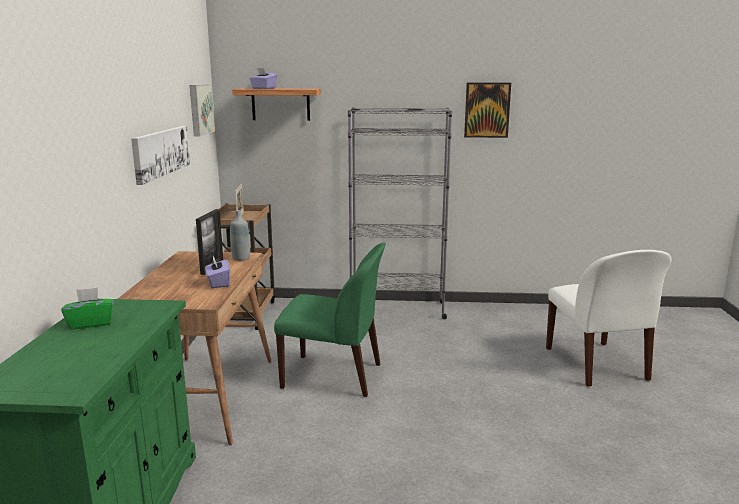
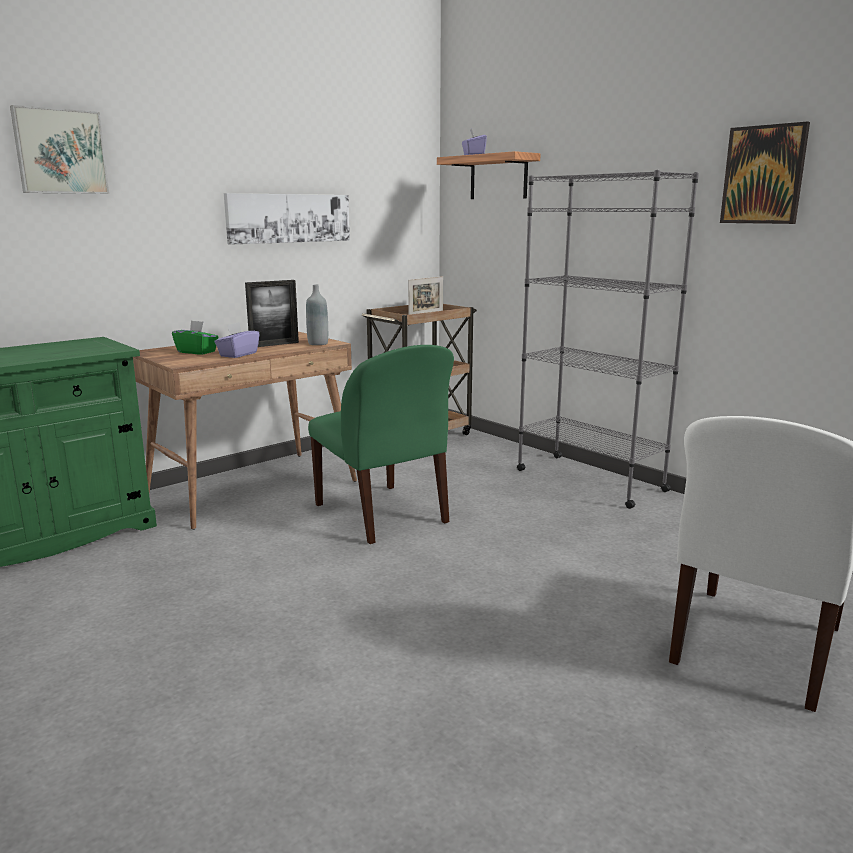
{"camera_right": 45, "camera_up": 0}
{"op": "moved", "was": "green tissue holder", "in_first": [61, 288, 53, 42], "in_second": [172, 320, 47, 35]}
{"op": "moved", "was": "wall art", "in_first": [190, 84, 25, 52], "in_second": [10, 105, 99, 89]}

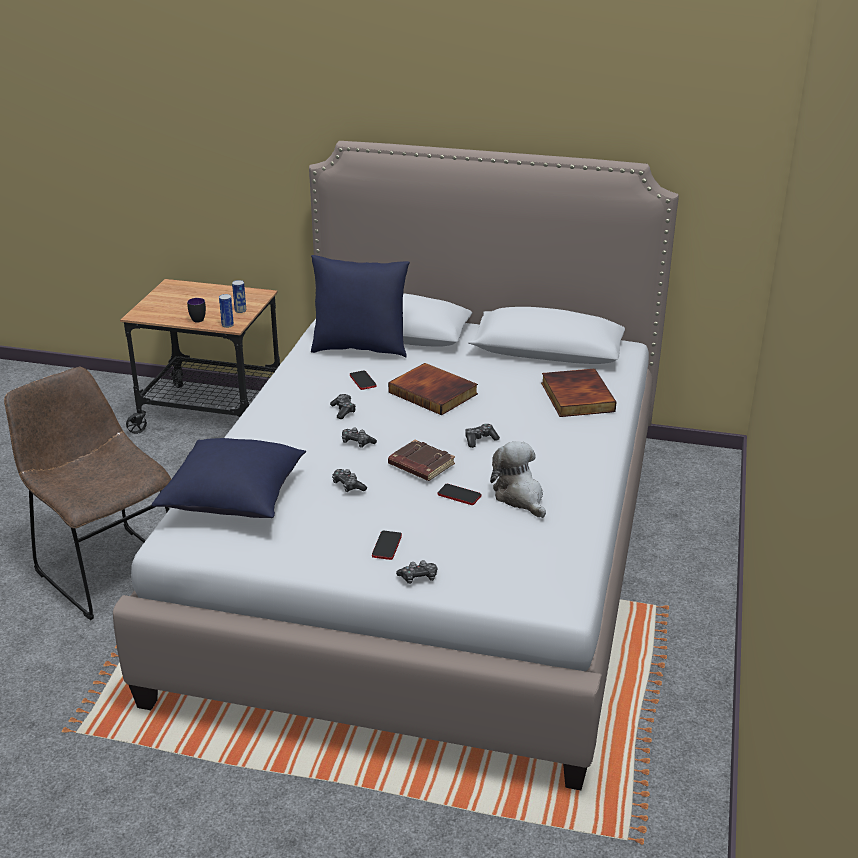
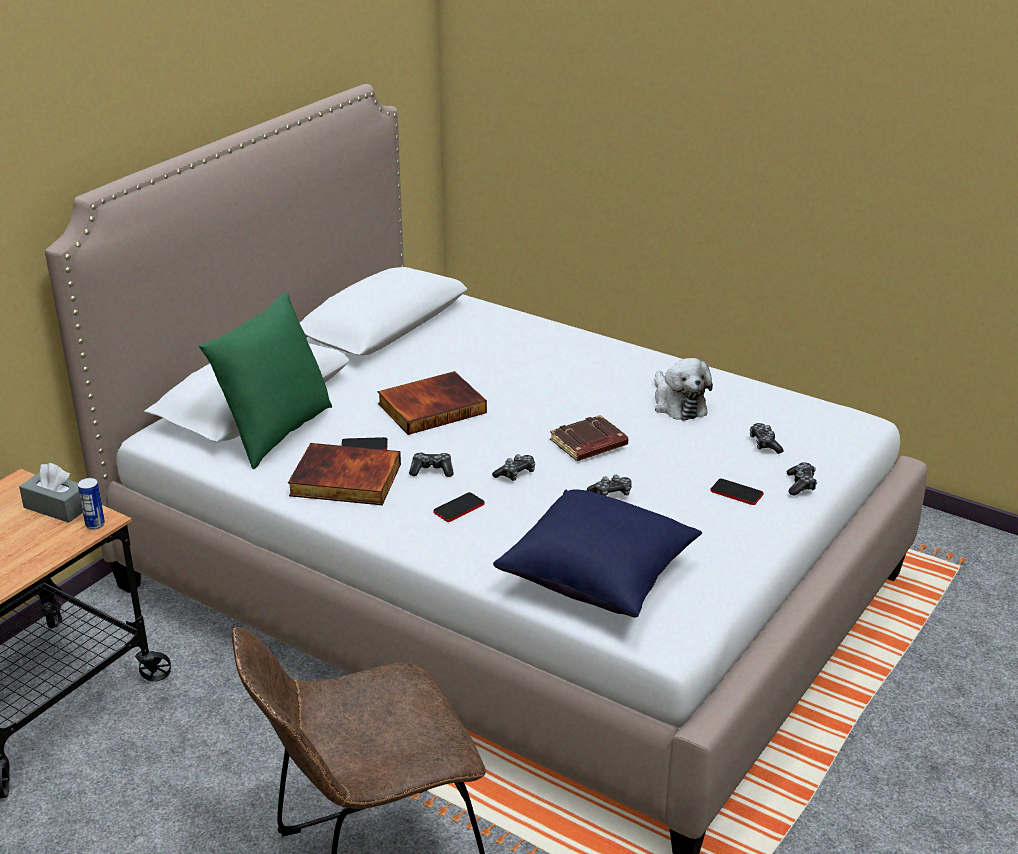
{"camera_right": -70, "camera_up": 0}
{"op": "removed", "was": "mug", "in_first": [187, 298, 19, 25]}
{"op": "moved", "was": "telephone", "in_first": [438, 484, 43, 21], "in_second": [433, 492, 52, 30]}
{"op": "moved", "was": "gamepad", "in_first": [465, 424, 35, 24], "in_second": [750, 423, 34, 31]}
{"op": "moved", "was": "volume", "in_first": [541, 369, 75, 48], "in_second": [288, 443, 113, 62]}
{"op": "replaced", "was": "metal can", "now": "grey tissue holder", "in_first": [232, 280, 14, 33], "in_second": [19, 463, 64, 60]}
{"op": "recoloured", "was": "blue-coloured pillow", "now": "green pillow", "in_first": [311, 255, 99, 102], "in_second": [199, 293, 133, 176]}
{"op": "turned", "was": "cuddly toy", "in_first": [490, 441, 56, 77], "in_second": [655, 358, 58, 63], "clockwise": -105}

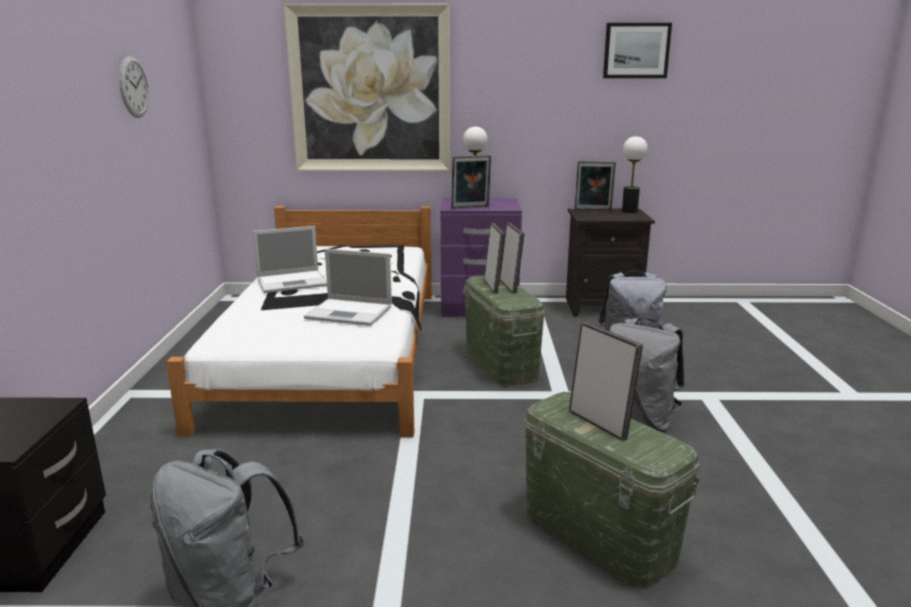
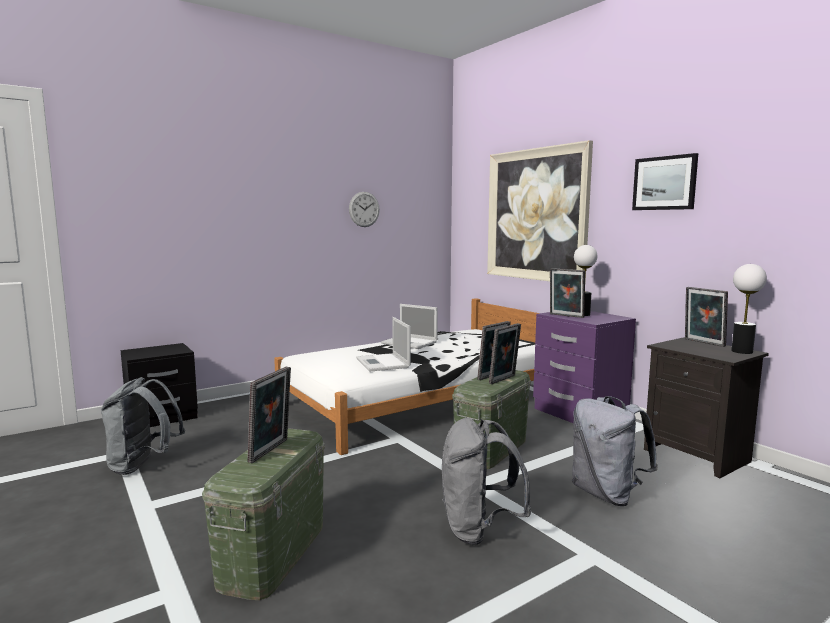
{"camera_right": 55, "camera_up": -10}
{"op": "moved", "was": "wall art", "in_first": [603, 23, 69, 55], "in_second": [632, 153, 66, 57]}

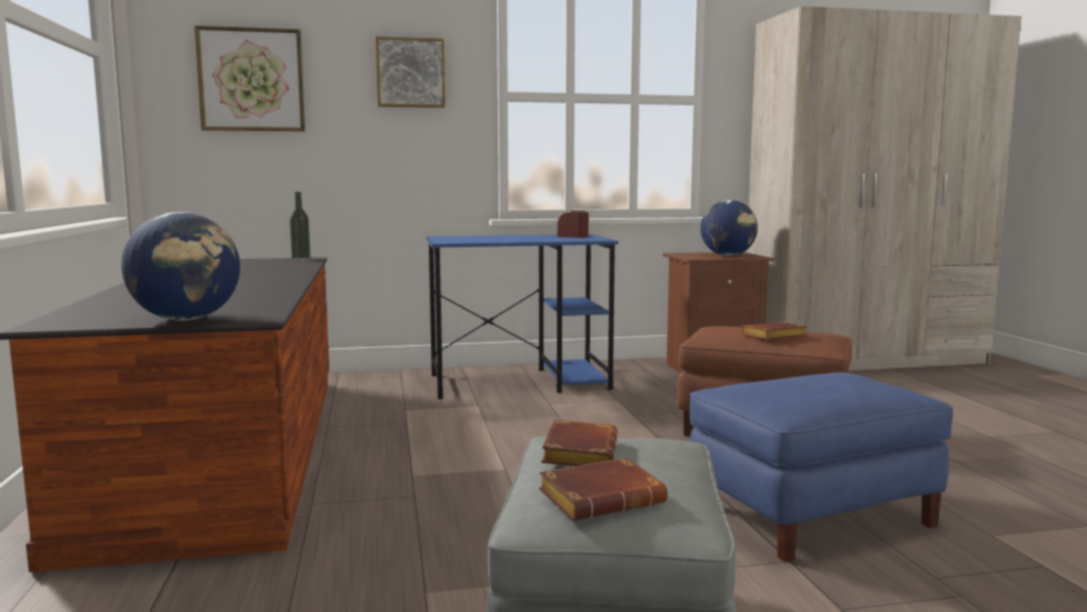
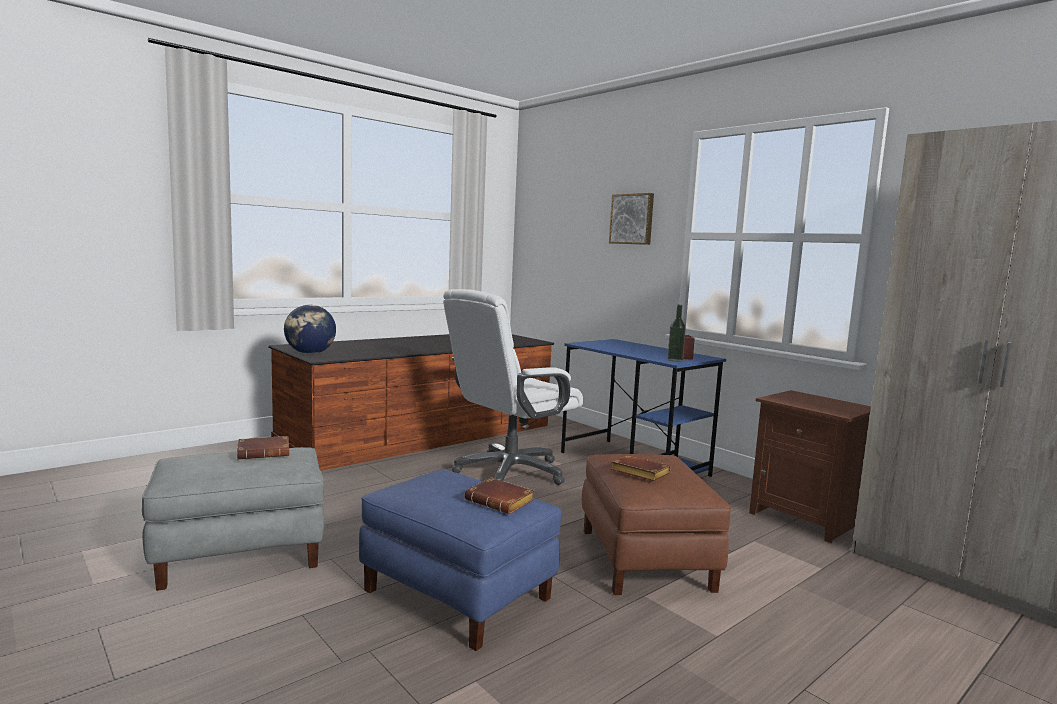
{"camera_right": 60, "camera_up": 0}
{"op": "removed", "was": "wall art", "in_first": [194, 26, 111, 106]}
{"op": "removed", "was": "globe", "in_first": [701, 200, 57, 56]}
{"op": "added", "now": "white-coloured computer chair", "in_second": [443, 289, 140, 196]}
{"op": "moved", "was": "beverage bottle", "in_first": [290, 192, 21, 68], "in_second": [667, 305, 19, 57]}
{"op": "moved", "was": "brown-coloured volume", "in_first": [539, 457, 128, 64], "in_second": [465, 478, 69, 36]}

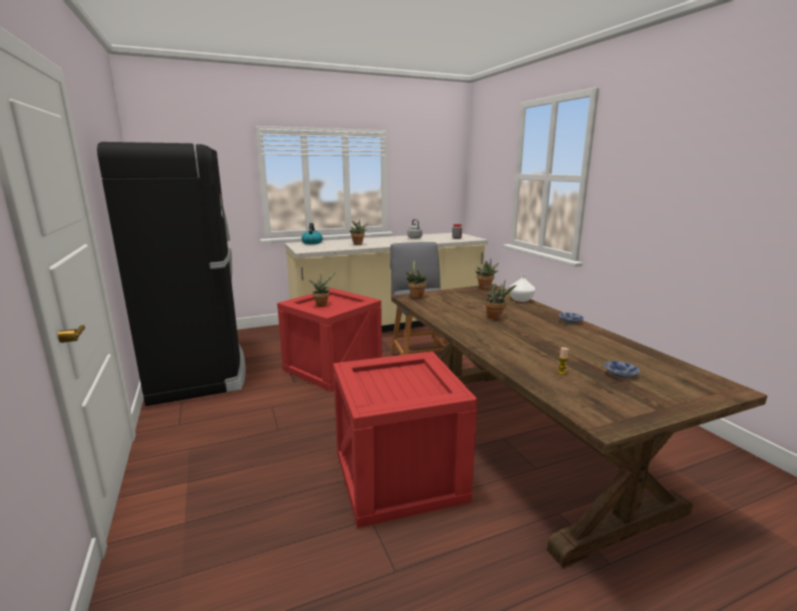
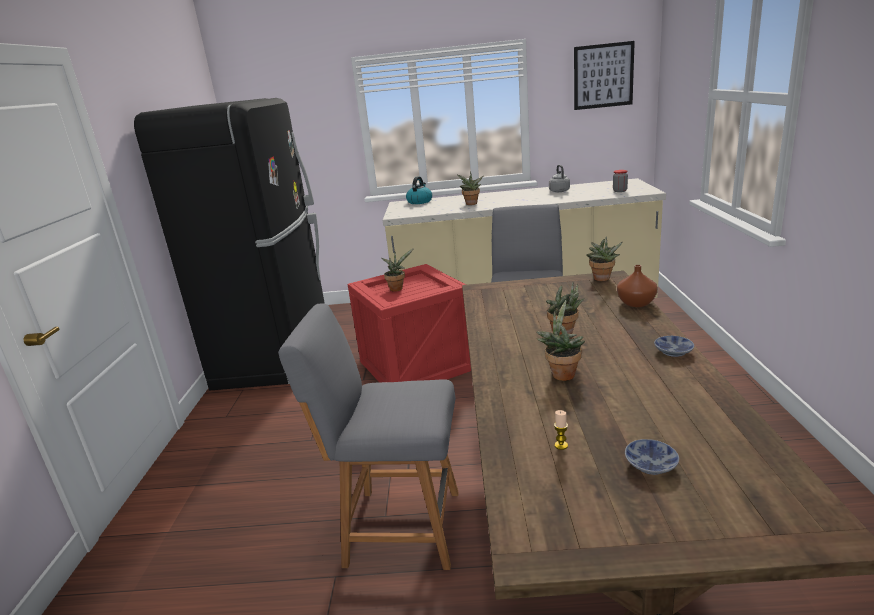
{"camera_right": 25, "camera_up": 5}
{"op": "added", "now": "wall art", "in_second": [574, 41, 61, 69]}
{"op": "moved", "was": "houseplant", "in_first": [404, 259, 23, 39], "in_second": [536, 300, 49, 81]}
{"op": "replaced", "was": "shipping crate", "now": "grey upright chair", "in_first": [333, 351, 145, 177], "in_second": [278, 303, 181, 267]}
{"op": "recoloured", "was": "white-coloured vase", "now": "brown-coloured vase", "in_first": [509, 274, 26, 28], "in_second": [617, 265, 41, 42]}

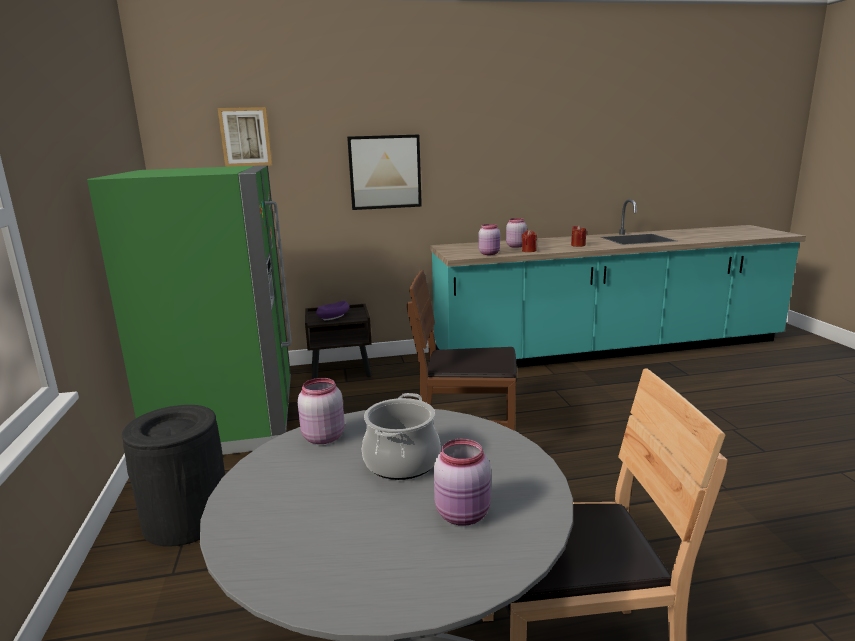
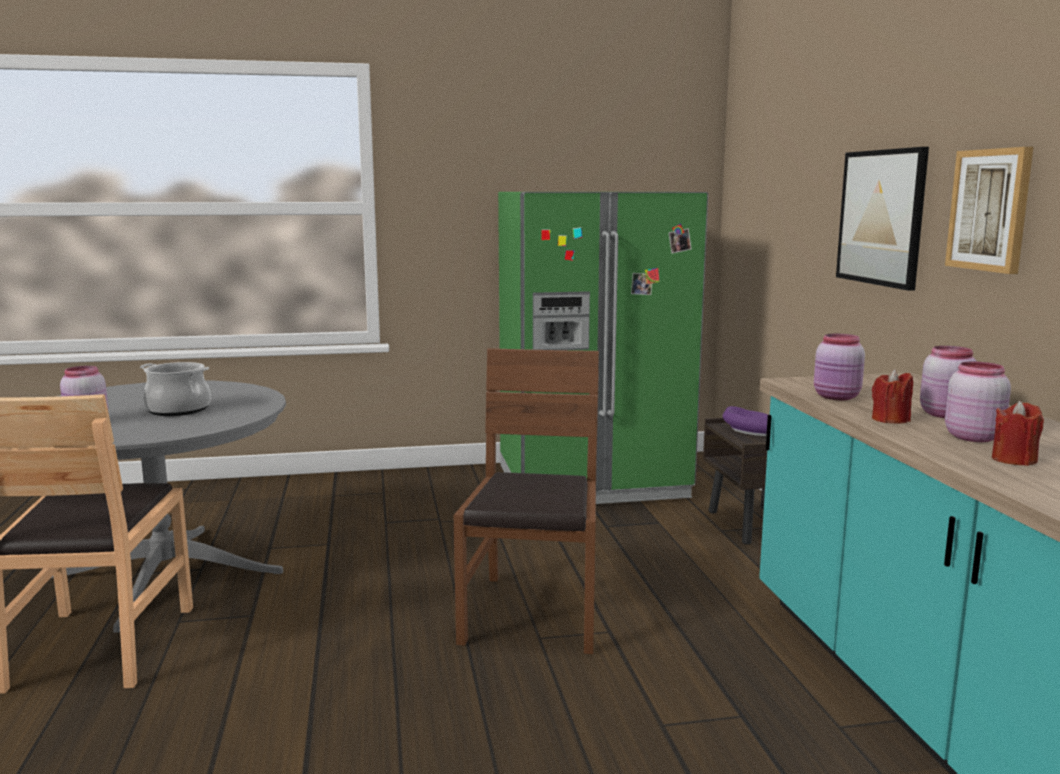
{"camera_right": 90, "camera_up": -5}
{"op": "removed", "was": "black rubbish bin", "in_first": [122, 405, 103, 142]}
{"op": "moved", "was": "wall art", "in_first": [218, 107, 54, 60], "in_second": [945, 147, 88, 127]}
{"op": "moved", "was": "pinkish storage jar", "in_first": [298, 378, 47, 66], "in_second": [945, 362, 66, 80]}

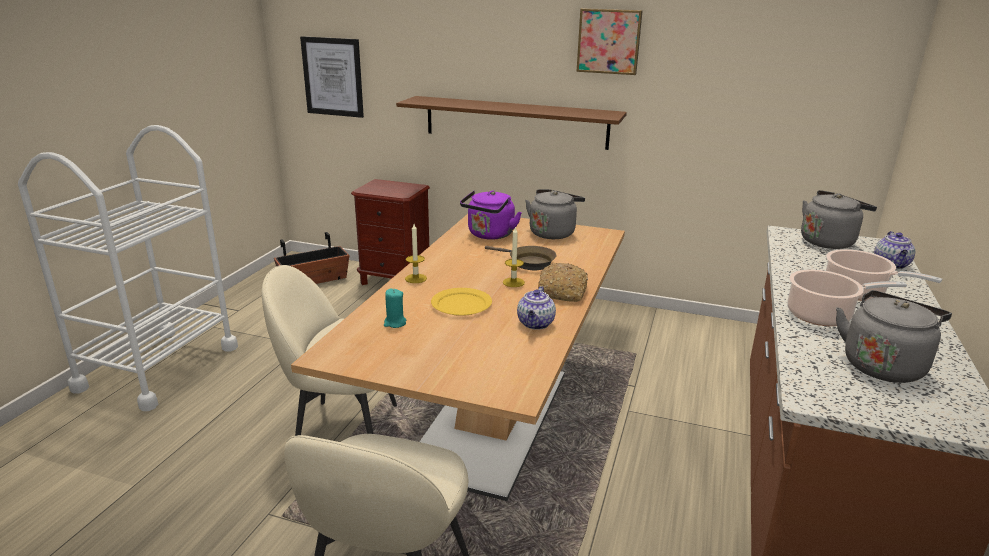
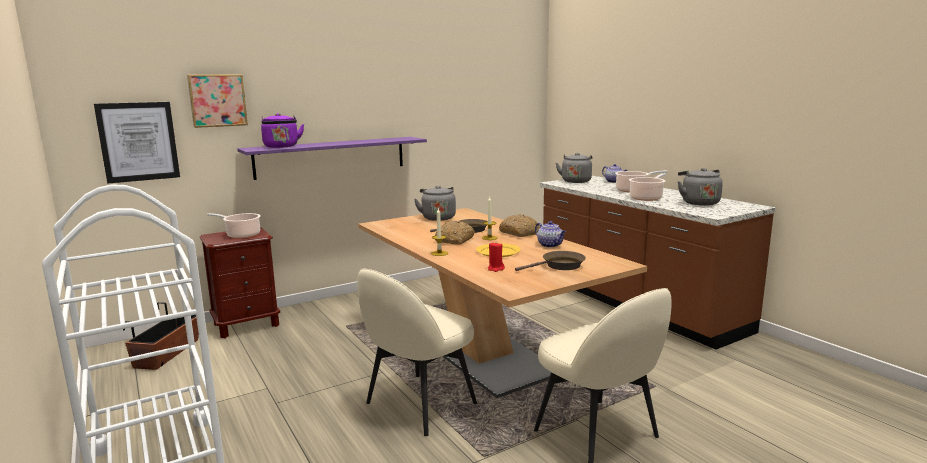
{"camera_right": -50, "camera_up": -10}
{"op": "added", "now": "stockpot", "in_second": [207, 213, 53, 25]}
{"op": "added", "now": "bread", "in_second": [435, 221, 40, 24]}
{"op": "added", "now": "brown-coloured pan", "in_second": [515, 251, 71, 20]}
{"op": "moved", "was": "purplish tea kettle", "in_first": [460, 190, 62, 50], "in_second": [261, 113, 43, 35]}
{"op": "moved", "was": "wall art", "in_first": [576, 8, 67, 67], "in_second": [187, 74, 61, 54]}
{"op": "recoloured", "was": "blue-green candle", "now": "reddish candle", "in_first": [384, 289, 22, 39], "in_second": [488, 243, 17, 29]}
{"op": "recoloured", "was": "brown-coloured bracket shelf", "now": "purplish bracket shelf", "in_first": [396, 96, 231, 54], "in_second": [237, 137, 190, 43]}

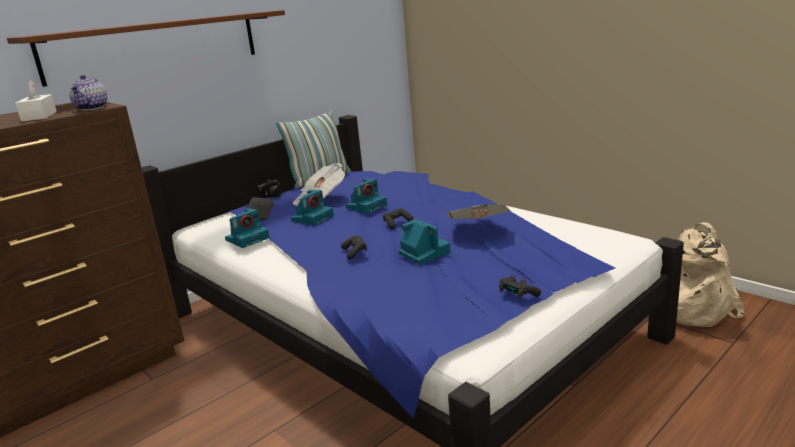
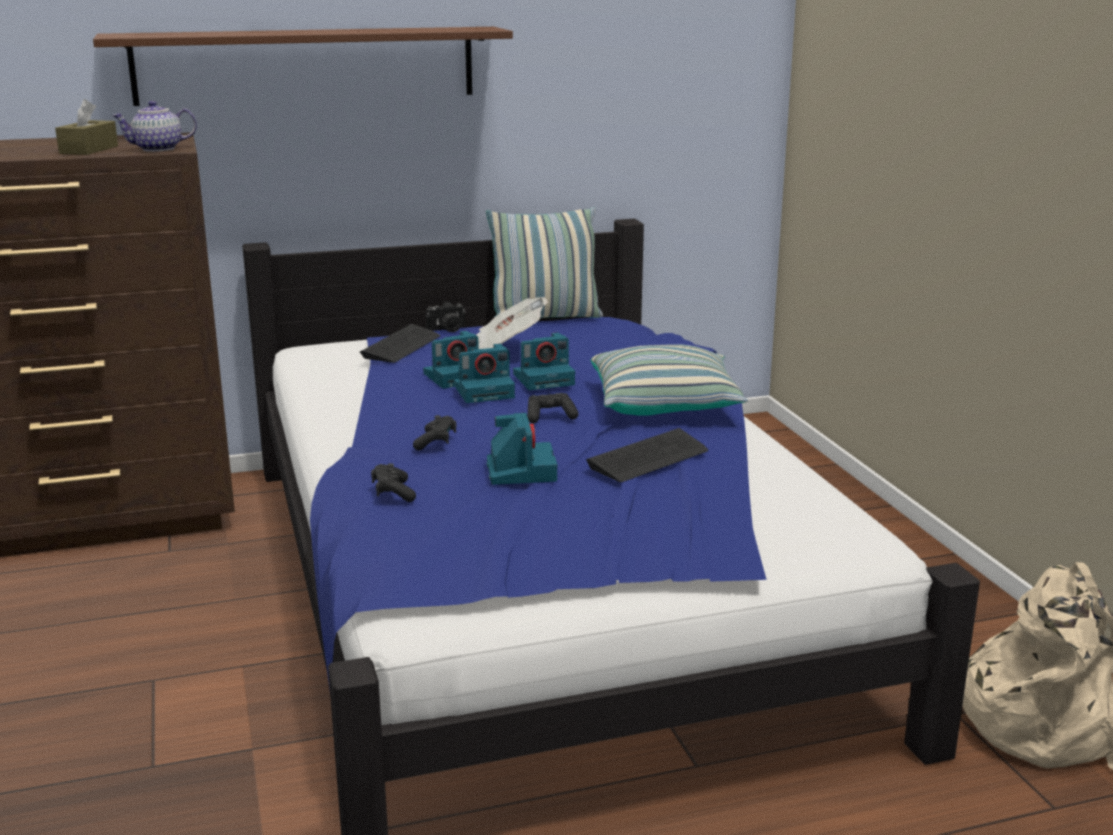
{"camera_right": 25, "camera_up": 0}
{"op": "added", "now": "pillow", "in_second": [590, 344, 158, 72]}
{"op": "moved", "was": "still camera", "in_first": [225, 208, 45, 40], "in_second": [454, 344, 61, 59]}
{"op": "moved", "was": "black gamepad", "in_first": [499, 275, 42, 24], "in_second": [371, 463, 45, 39]}
{"op": "replaced", "was": "printed paper", "now": "keyboard", "in_first": [446, 204, 64, 15], "in_second": [586, 428, 122, 54]}
{"op": "recoloured", "was": "white-coloured tissue holder", "now": "brown-coloured tissue holder", "in_first": [15, 80, 42, 42], "in_second": [55, 99, 63, 56]}
{"op": "turned", "was": "tea pot", "in_first": [69, 75, 38, 36], "in_second": [112, 101, 85, 51], "clockwise": 45}

